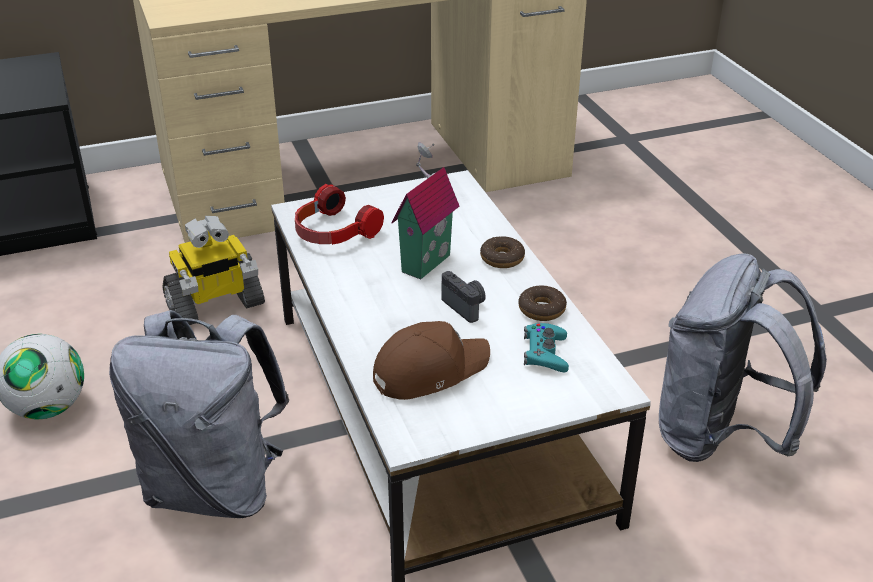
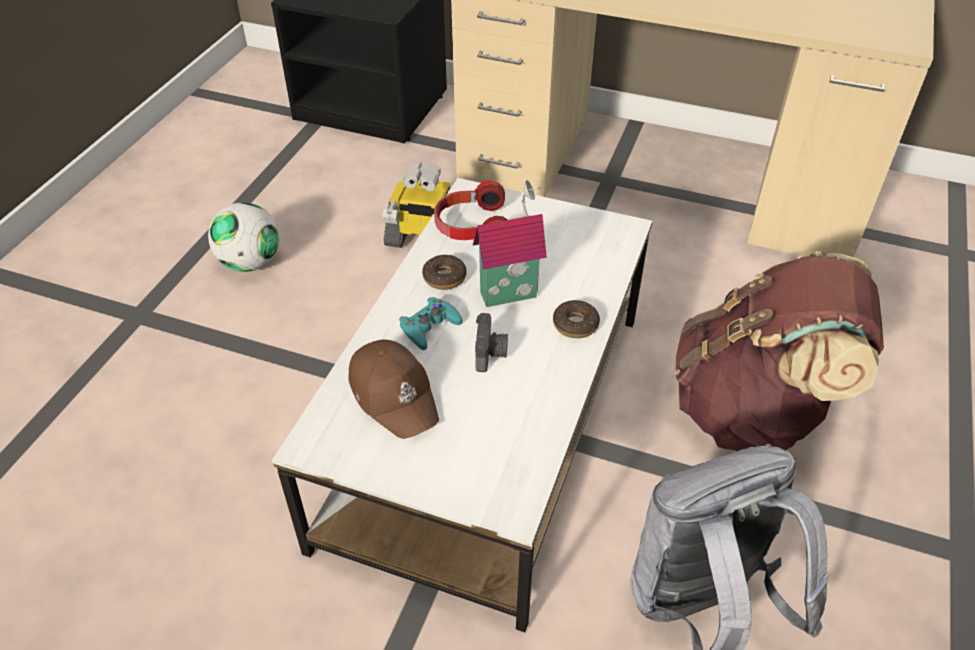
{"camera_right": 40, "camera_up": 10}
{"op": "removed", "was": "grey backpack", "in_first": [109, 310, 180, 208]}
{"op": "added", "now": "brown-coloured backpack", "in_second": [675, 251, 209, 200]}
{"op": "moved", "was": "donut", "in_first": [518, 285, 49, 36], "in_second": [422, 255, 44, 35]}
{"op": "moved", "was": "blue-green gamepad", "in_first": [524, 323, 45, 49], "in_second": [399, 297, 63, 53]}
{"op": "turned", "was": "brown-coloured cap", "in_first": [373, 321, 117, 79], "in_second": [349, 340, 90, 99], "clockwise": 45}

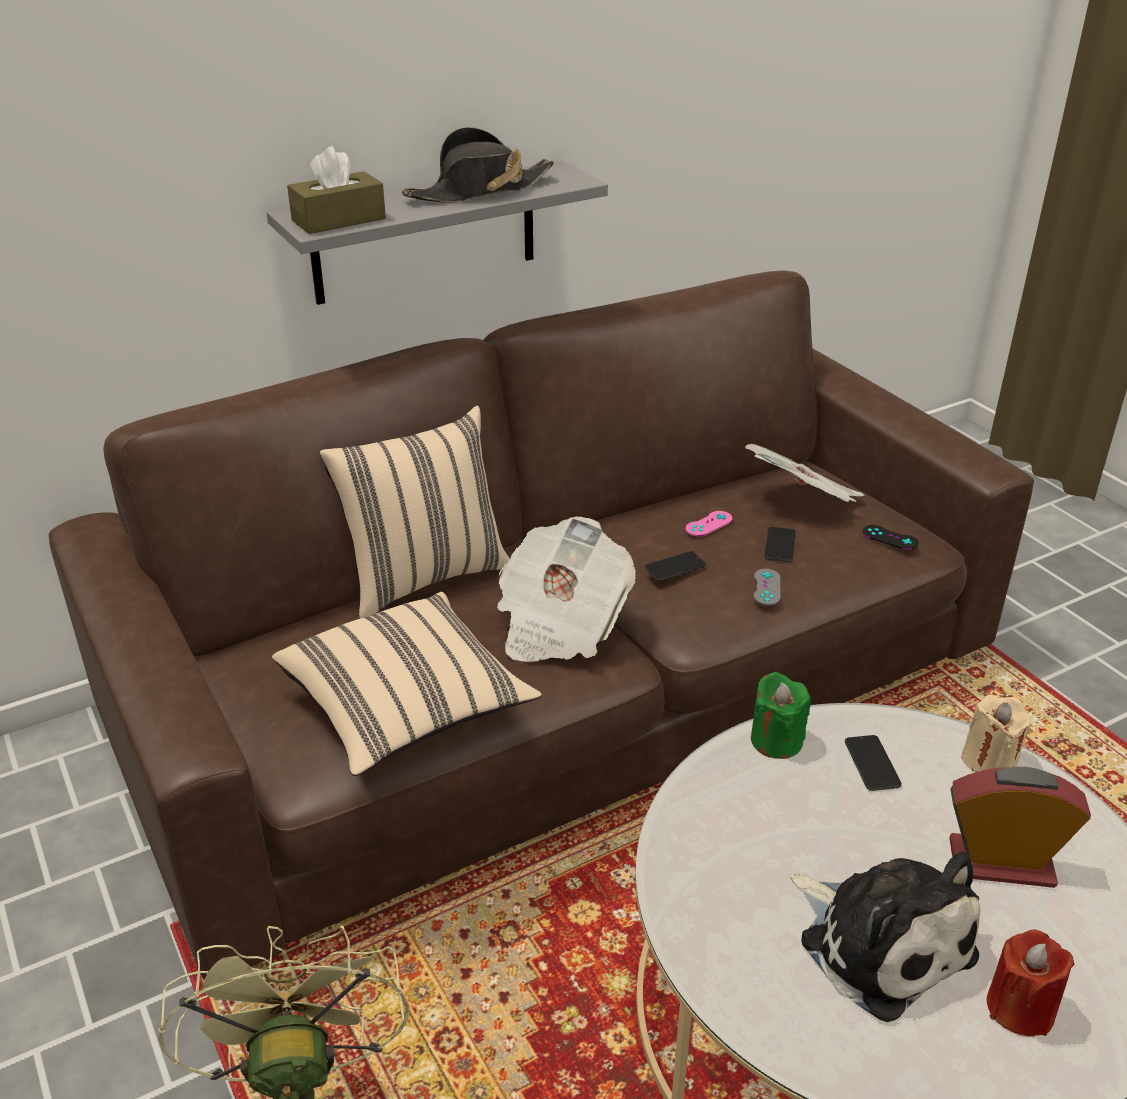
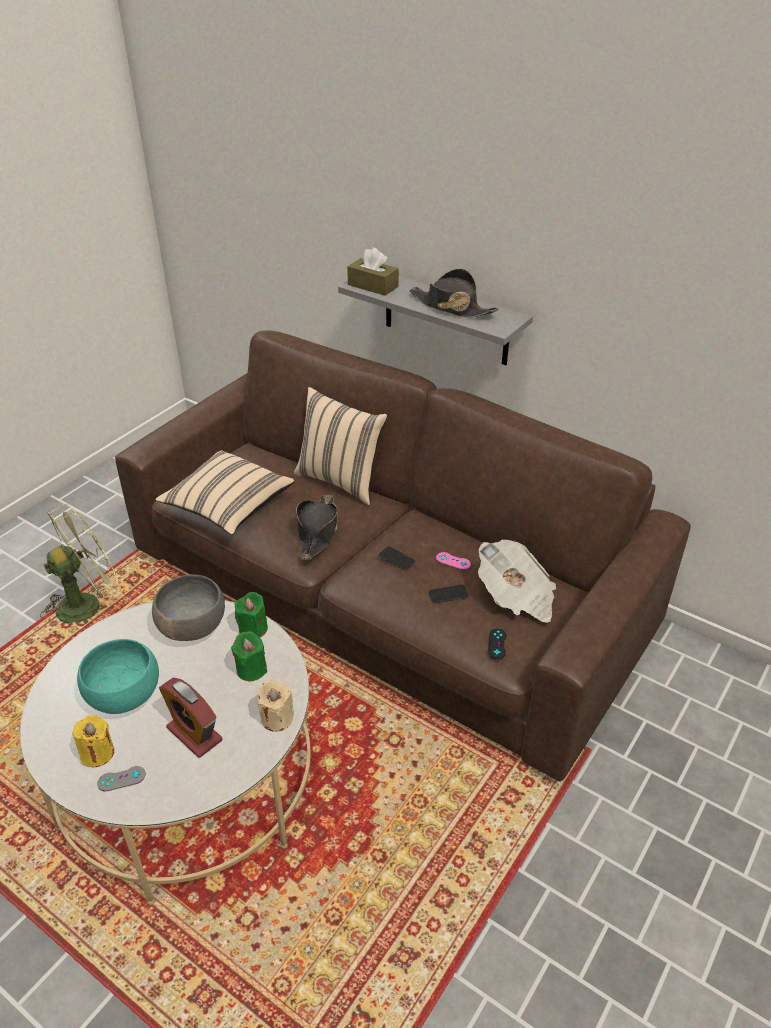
{"camera_right": 65, "camera_up": 5}
{"op": "added", "now": "grey deep dish", "in_second": [152, 575, 73, 66]}
{"op": "moved", "was": "grey gamepad", "in_first": [754, 569, 27, 37], "in_second": [97, 766, 49, 25]}
{"op": "replaced", "was": "printed paper", "now": "black clothing hat", "in_first": [497, 516, 139, 146], "in_second": [296, 494, 42, 66]}
{"op": "replaced", "was": "cuddly toy", "now": "blue-green deep dish", "in_first": [790, 851, 190, 171], "in_second": [77, 639, 82, 75]}
{"op": "replaced", "was": "telephone", "now": "green candle", "in_first": [845, 735, 57, 56], "in_second": [231, 631, 36, 50]}
{"op": "recoloured", "was": "reddish candle", "now": "yellow-coloured candle", "in_first": [987, 929, 88, 108], "in_second": [72, 715, 42, 52]}
{"op": "turned", "was": "table clock", "in_first": [950, 767, 141, 121], "in_second": [159, 678, 63, 80], "clockwise": 150}

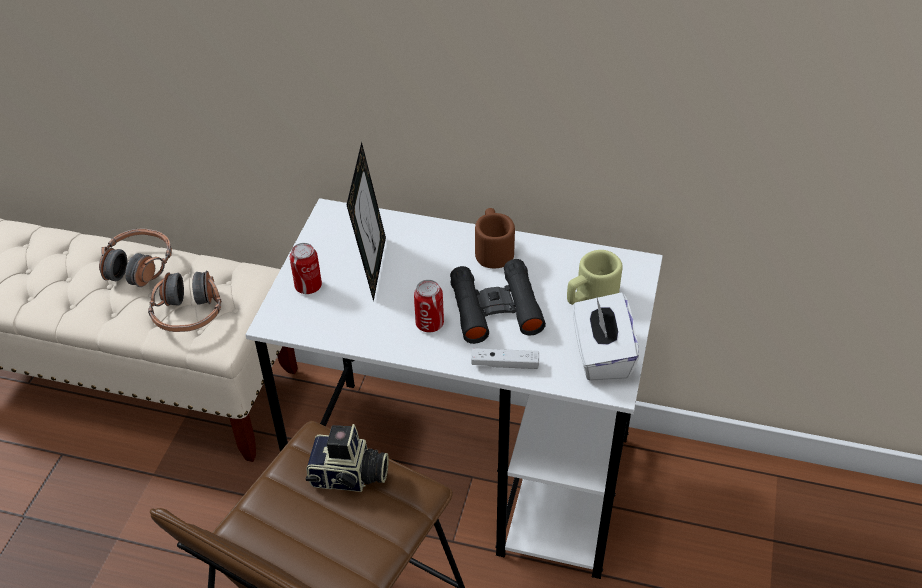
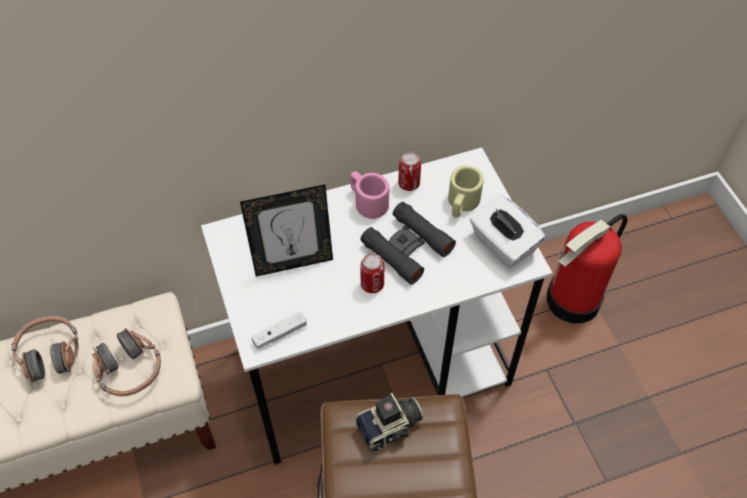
{"camera_right": -35, "camera_up": 10}
{"op": "added", "now": "fire-fighting cylinder", "in_second": [546, 214, 82, 109]}
{"op": "moved", "was": "metal can", "in_first": [290, 243, 32, 51], "in_second": [398, 152, 23, 39]}
{"op": "moved", "was": "white-coloured gamepad", "in_first": [471, 348, 68, 21], "in_second": [251, 312, 56, 37]}
{"op": "recoloured", "was": "brown-coloured mug", "now": "pinkish mug", "in_first": [475, 208, 40, 60], "in_second": [350, 171, 39, 48]}
{"op": "turned", "was": "standing frame", "in_first": [347, 142, 39, 159], "in_second": [240, 184, 93, 93], "clockwise": 105}

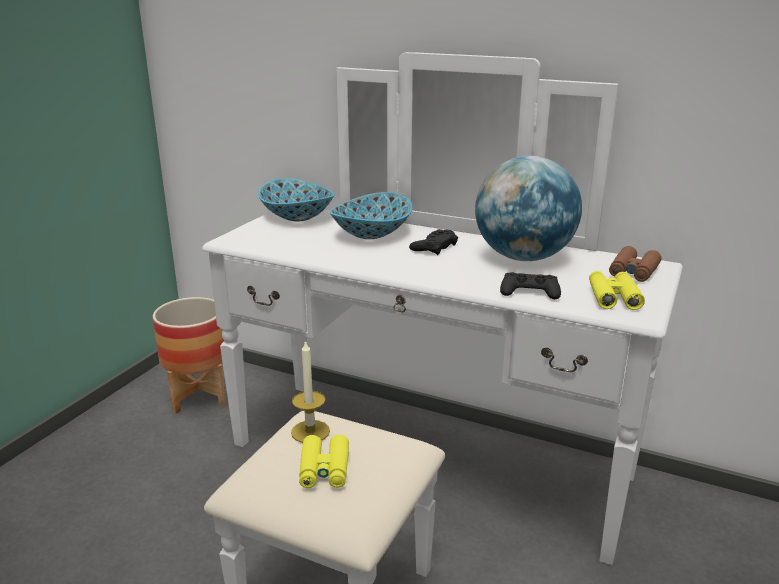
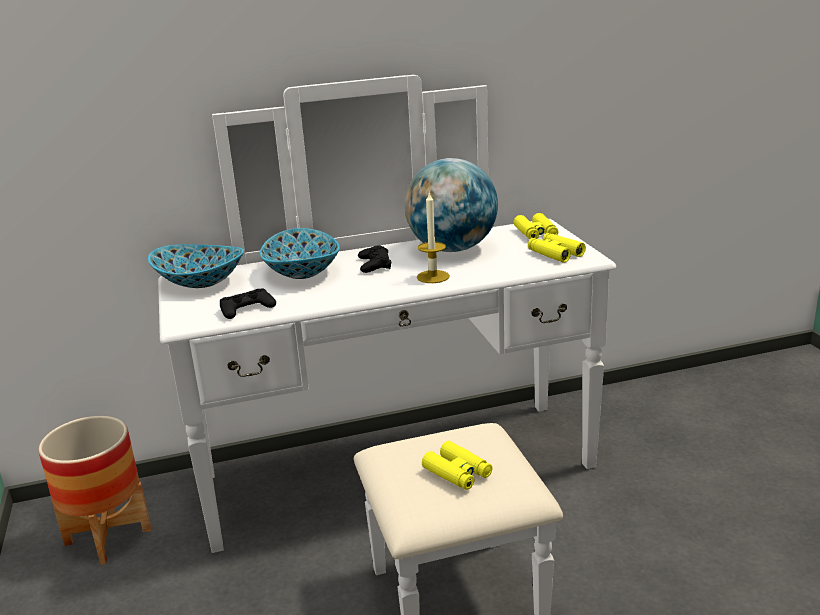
{"camera_right": -40, "camera_up": 0}
{"op": "moved", "was": "candle", "in_first": [291, 340, 39, 103], "in_second": [417, 191, 33, 92]}
{"op": "moved", "was": "black gamepad", "in_first": [500, 272, 61, 27], "in_second": [220, 289, 56, 30]}
{"op": "recoloured", "was": "brown-coloured field glasses", "now": "yellow-coloured field glasses", "in_first": [609, 246, 52, 36], "in_second": [514, 213, 45, 26]}

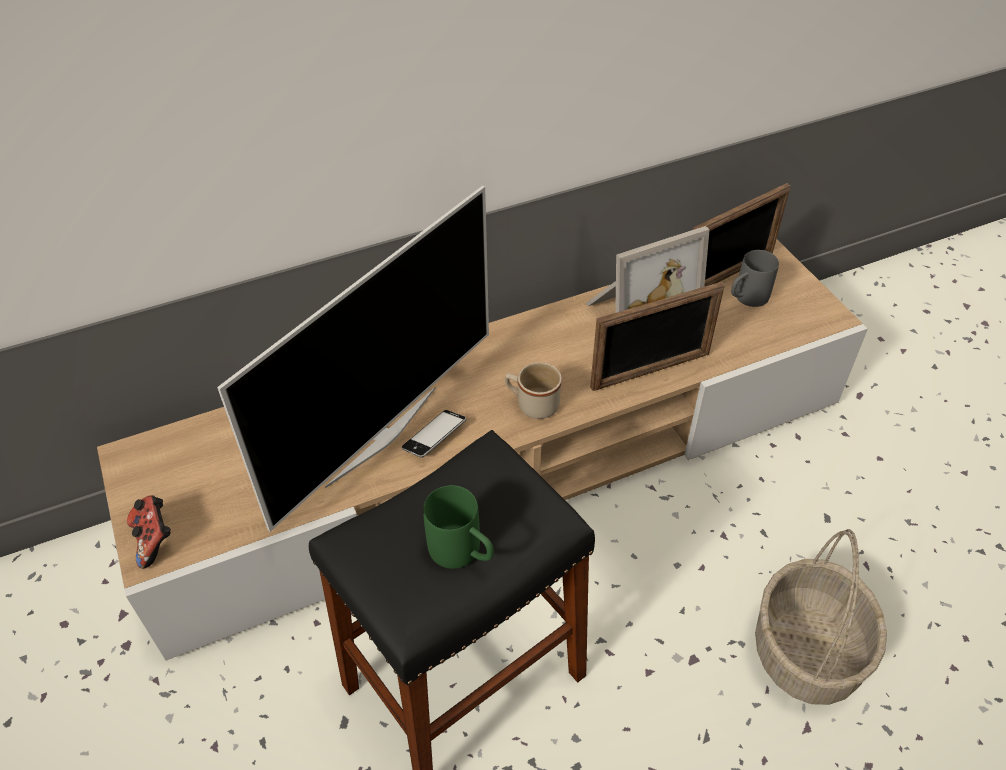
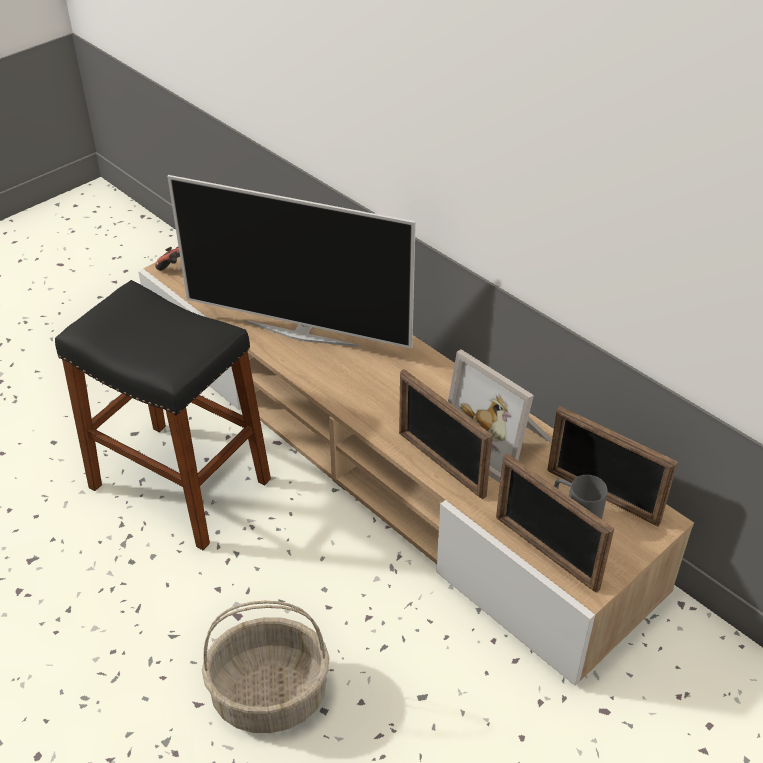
{"camera_right": 70, "camera_up": -5}
{"op": "removed", "was": "telephone", "in_first": [402, 410, 64, 48]}
{"op": "removed", "was": "green mug", "in_first": [423, 485, 71, 84]}
{"op": "removed", "was": "beige-coloured mug", "in_first": [505, 362, 57, 57]}
{"op": "added", "now": "standing frame", "in_second": [496, 453, 118, 140]}

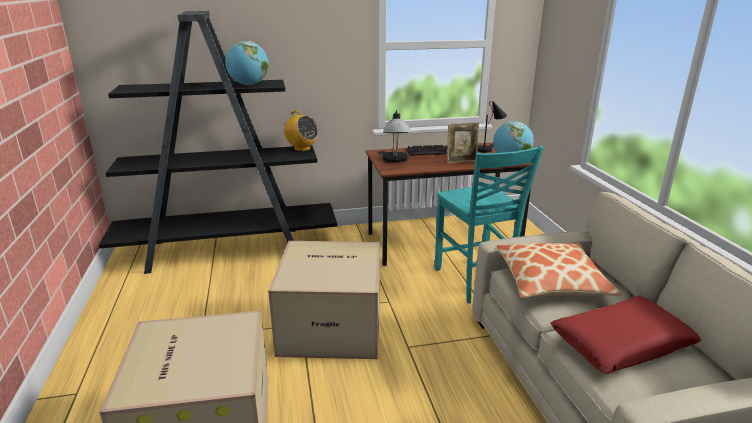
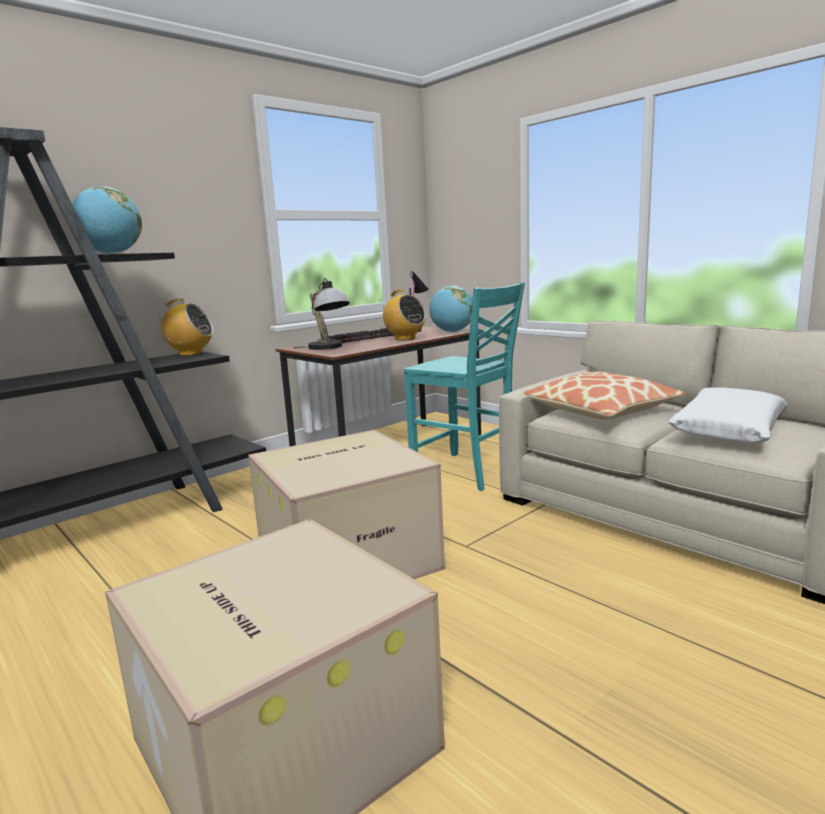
{"camera_right": -30, "camera_up": -10}
{"op": "replaced", "was": "standing frame", "now": "radio receiver", "in_first": [447, 122, 32, 42], "in_second": [379, 290, 47, 50]}
{"op": "recoloured", "was": "reddish pillow", "now": "white-coloured pillow", "in_first": [551, 296, 150, 78], "in_second": [668, 387, 120, 56]}

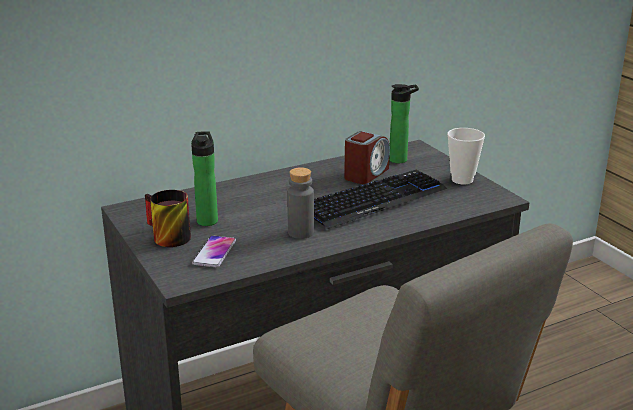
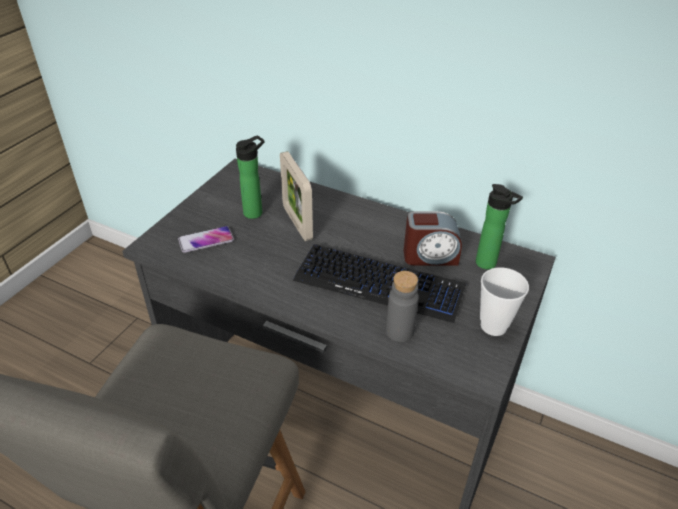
{"camera_right": 55, "camera_up": 15}
{"op": "removed", "was": "mug", "in_first": [145, 190, 46, 57]}
{"op": "added", "now": "standing frame", "in_second": [280, 151, 33, 90]}
{"op": "moved", "was": "grey beverage bottle", "in_first": [287, 167, 27, 72], "in_second": [386, 271, 33, 71]}

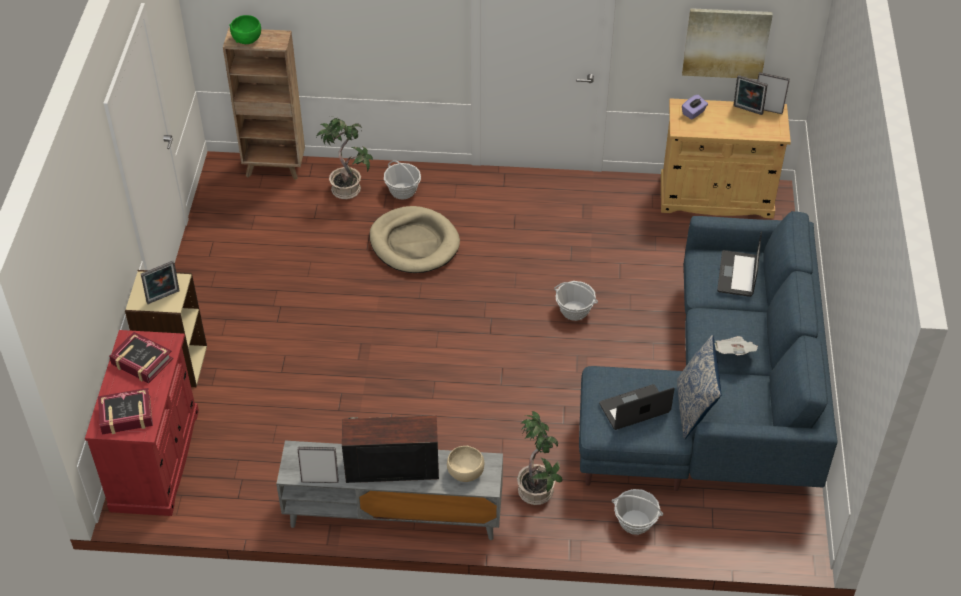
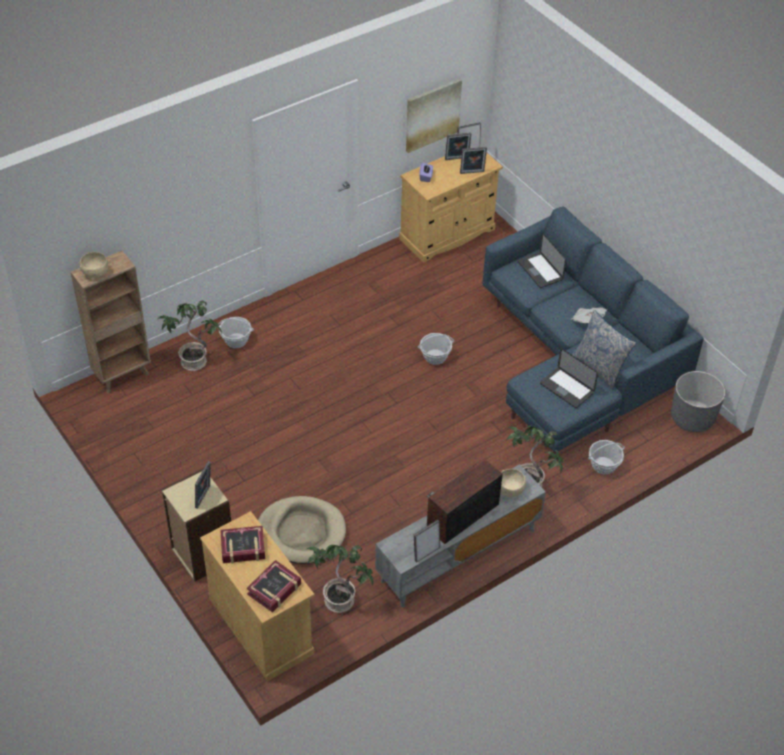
{"camera_right": -40, "camera_up": 0}
{"op": "added", "now": "houseplant", "in_second": [307, 544, 67, 69]}
{"op": "added", "now": "standing frame", "in_second": [460, 147, 27, 27]}
{"op": "added", "now": "grey plant pot", "in_second": [671, 371, 54, 61]}
{"op": "moved", "was": "beige-coloured dog bed", "in_first": [369, 206, 91, 67], "in_second": [258, 496, 88, 68]}
{"op": "recoloured", "was": "reddish cabinet", "now": "beige-coloured cabinet", "in_first": [85, 330, 114, 186], "in_second": [200, 511, 115, 171]}
{"op": "recoloured", "was": "green deep dish", "now": "beige-coloured deep dish", "in_first": [229, 15, 32, 29], "in_second": [80, 252, 28, 27]}
{"op": "turned", "was": "notebook computer", "in_first": [599, 384, 75, 46], "in_second": [540, 348, 58, 60], "clockwise": -75}

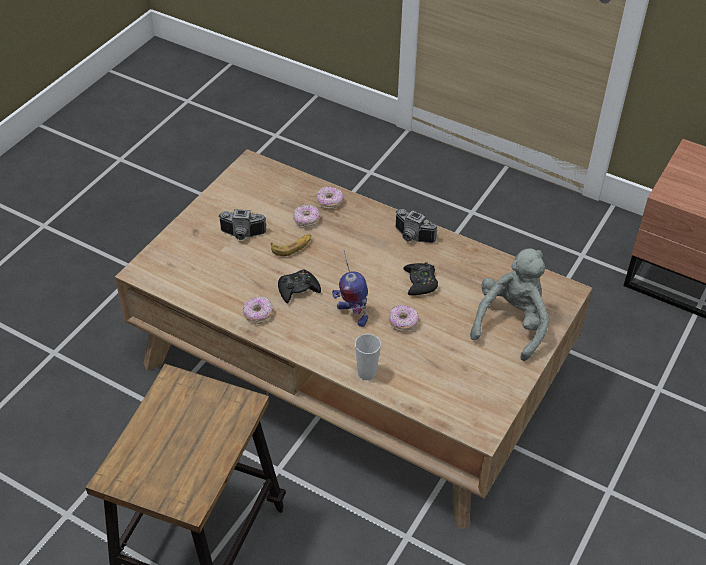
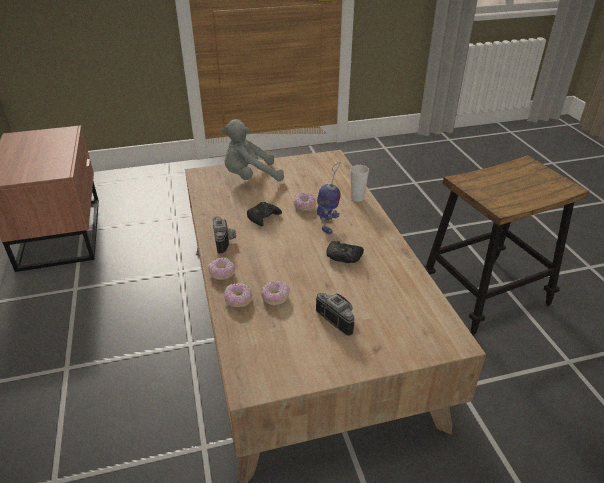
{"camera_right": -135, "camera_up": -10}
{"op": "removed", "was": "whole banana", "in_first": [271, 234, 41, 22]}
{"op": "moved", "was": "donut", "in_first": [243, 297, 29, 27], "in_second": [208, 257, 27, 23]}

